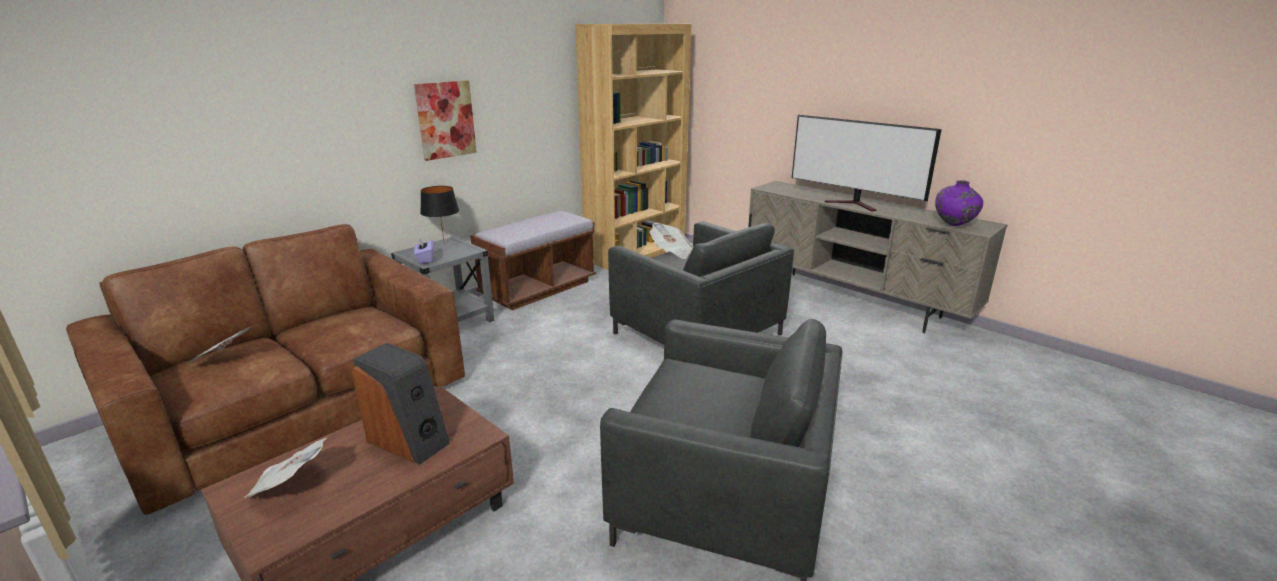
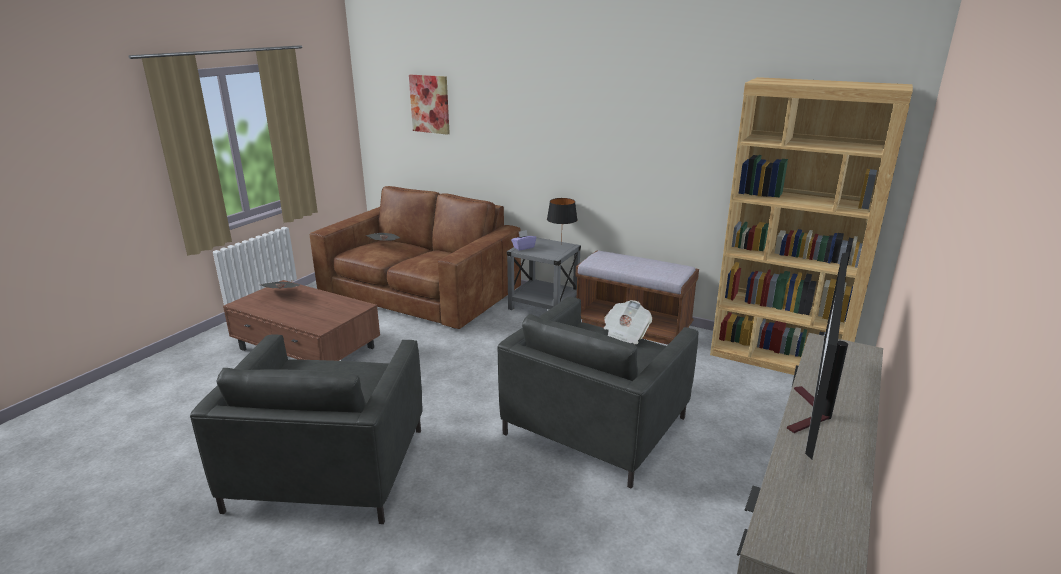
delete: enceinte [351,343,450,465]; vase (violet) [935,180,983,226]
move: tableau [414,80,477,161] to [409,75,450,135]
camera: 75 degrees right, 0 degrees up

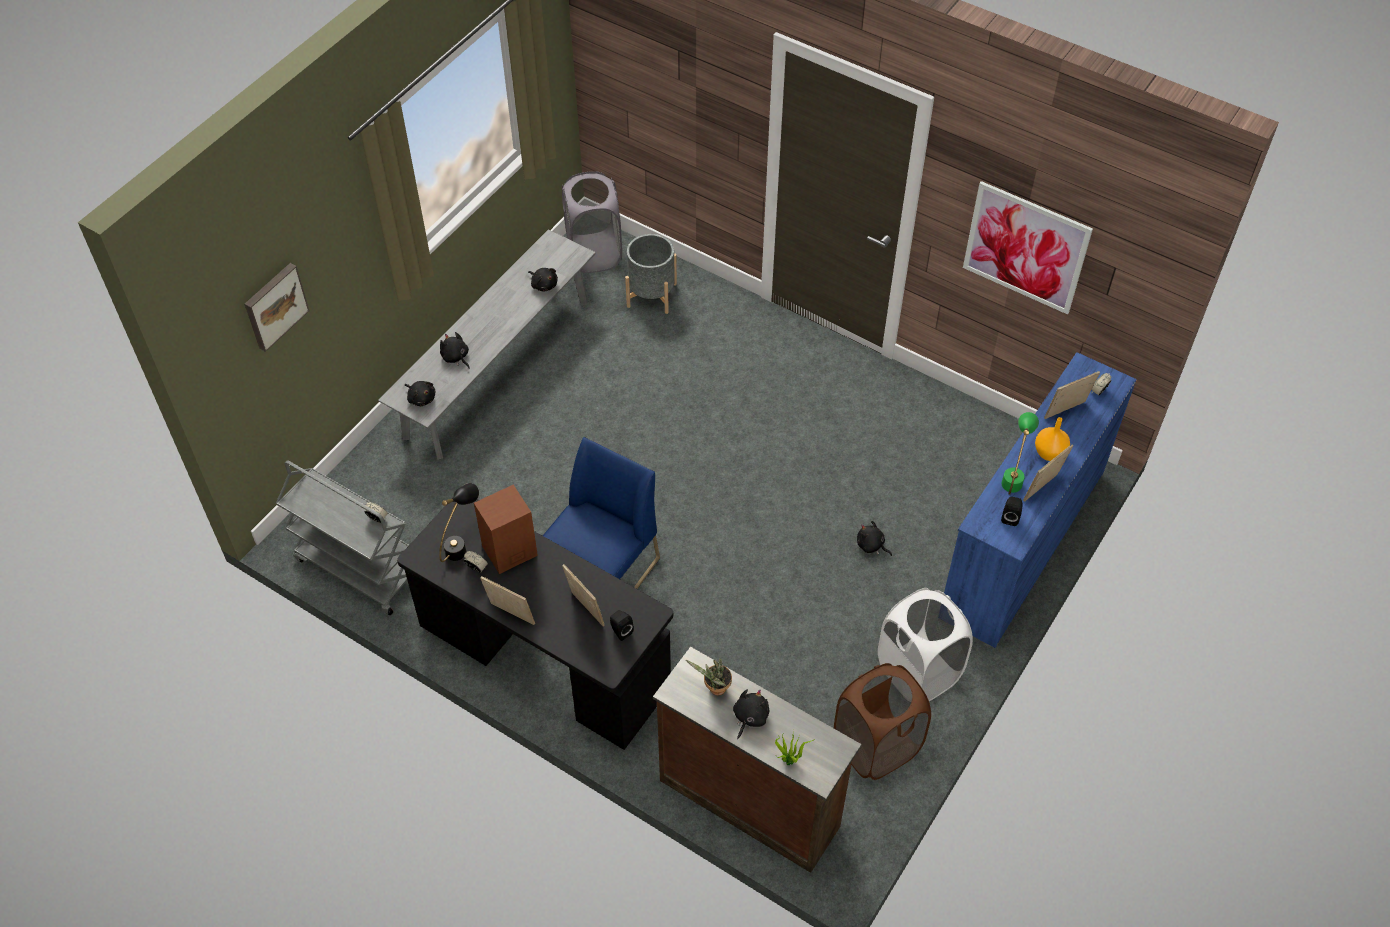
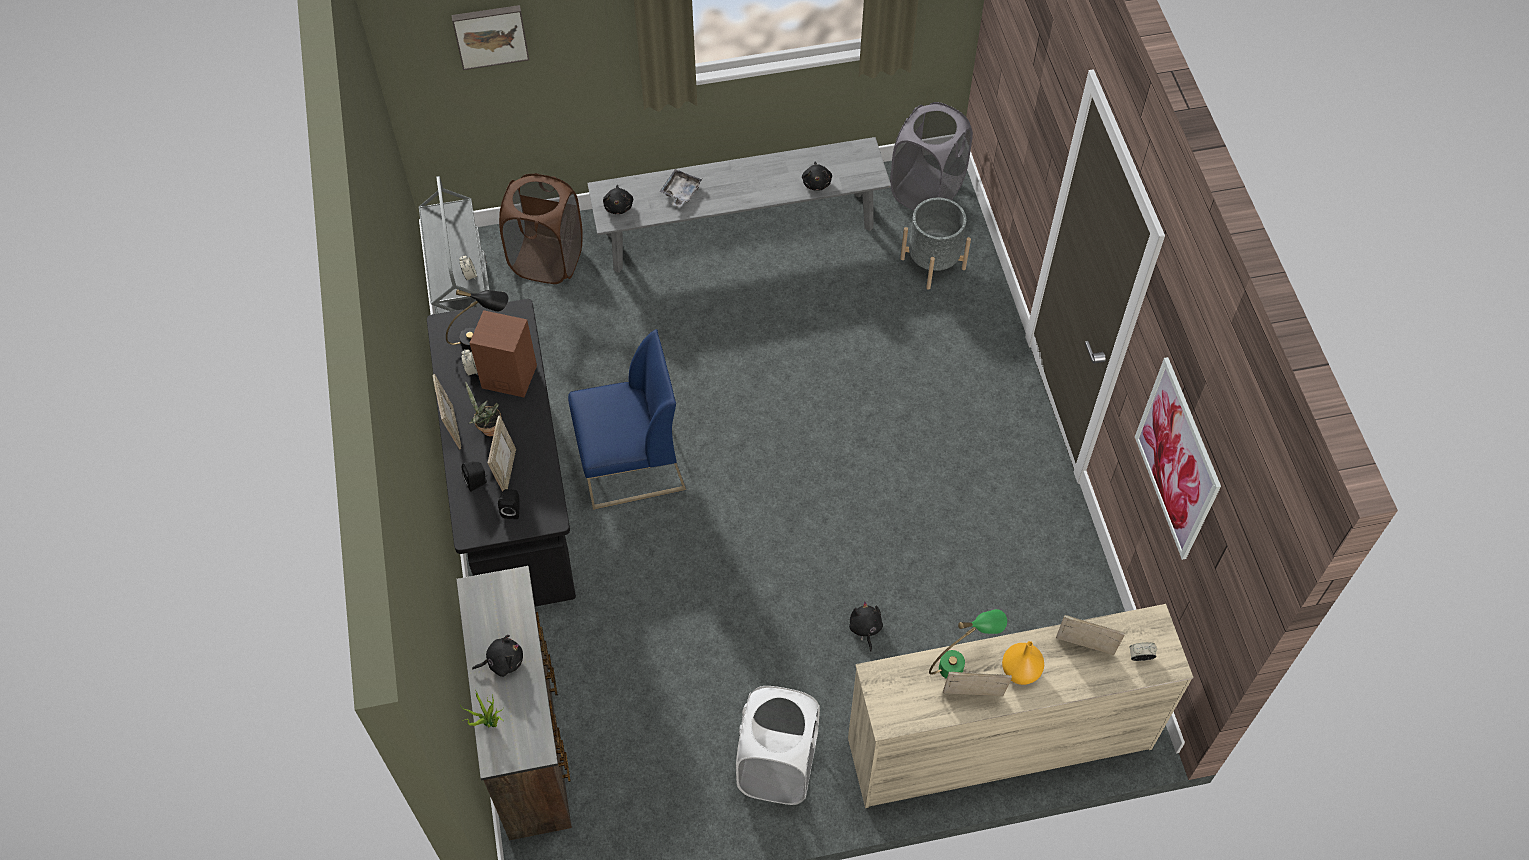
move: enceinte (noir) [1001,496,1023,526] to [462,462,487,492]; plante en pot [686,658,732,695] to [465,382,502,436]; panier à linge (marron) [834,663,931,780] to [499,173,583,284]
replace: peluche (noir) [440,332,470,369] to plateau (gris) [660,169,702,208]
recolor: commode (bleu) [944,352,1137,648] to commode (beige) [848,604,1193,808]
camera: 45 degrees right, 5 degrees up

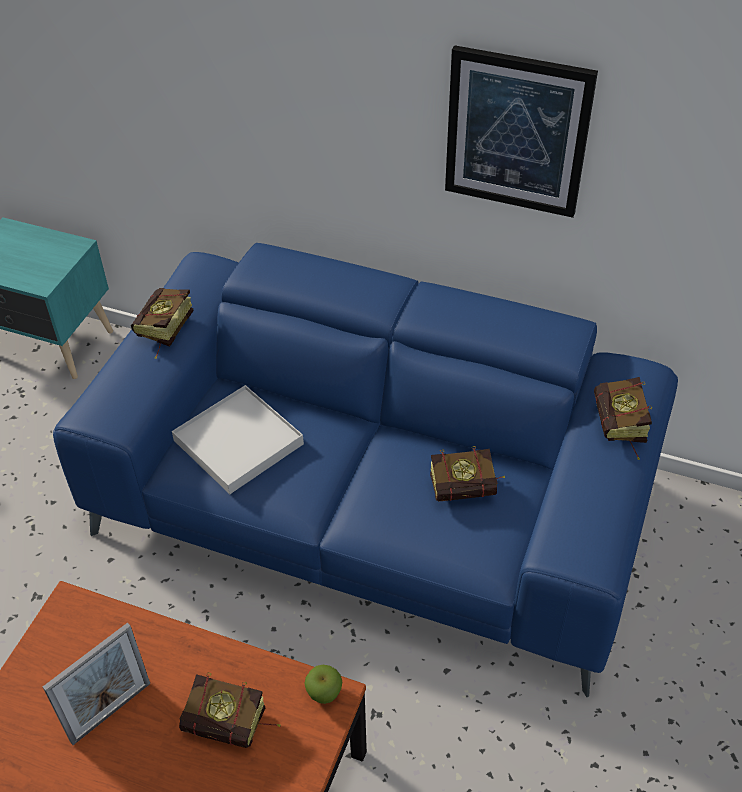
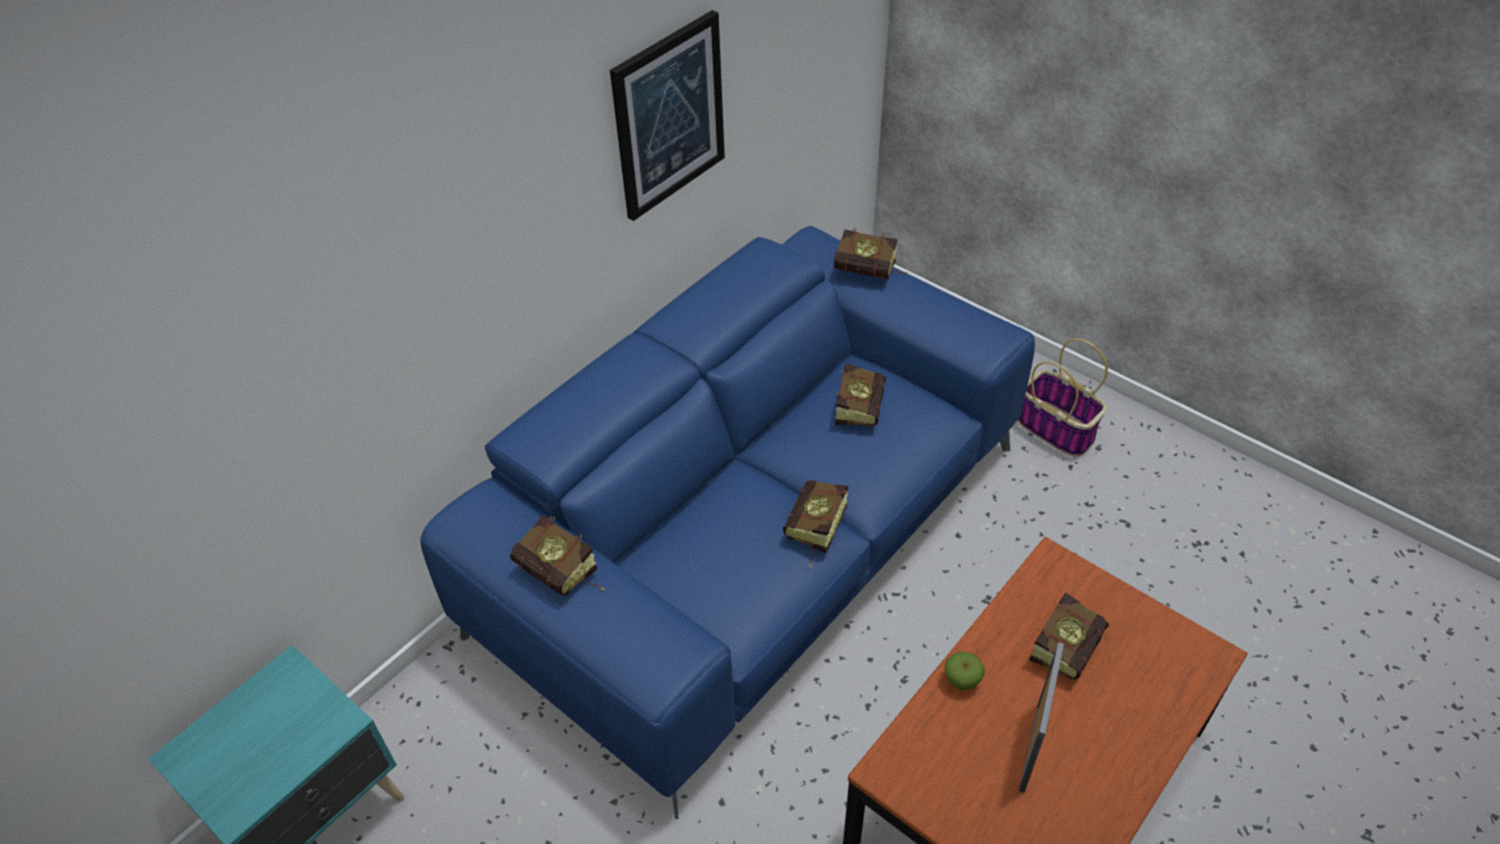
delete: plateau (blanc) [172,385,304,494]
insert: livre [783,480,848,568]; panier [1017,338,1108,457]
move: pomme [304,665,342,704] to [945,652,985,691]
rotate: cadre photo [43,623,150,745] = [1019,642,1064,793] 45 degrees clockwise
camera: 70 degrees left, 0 degrees up

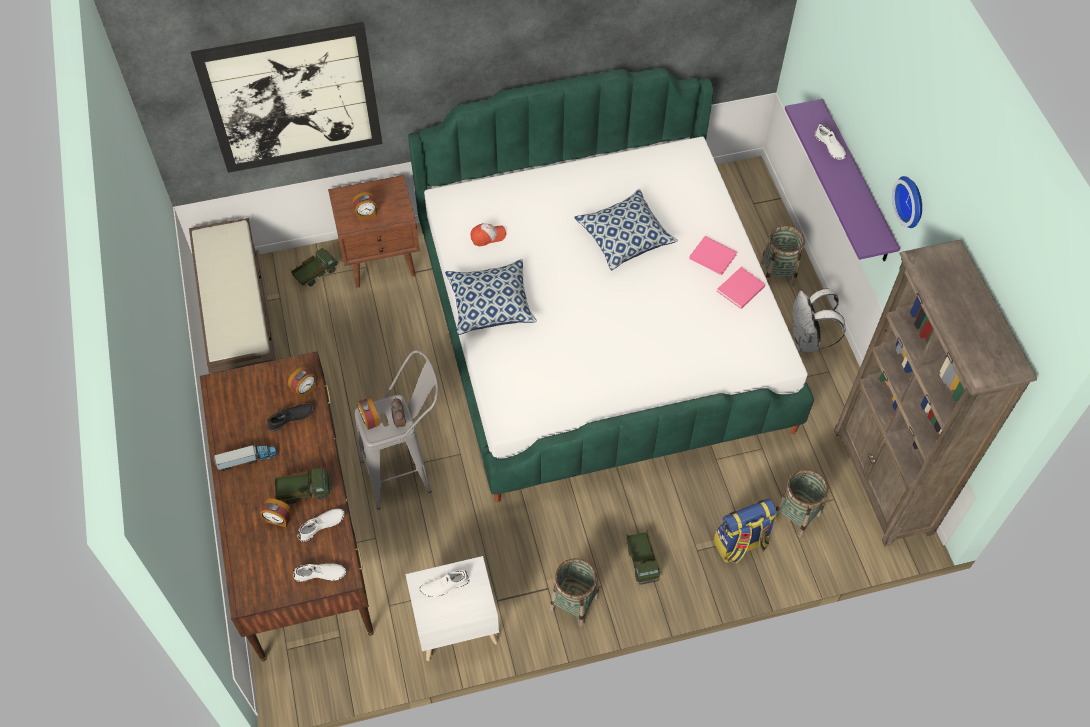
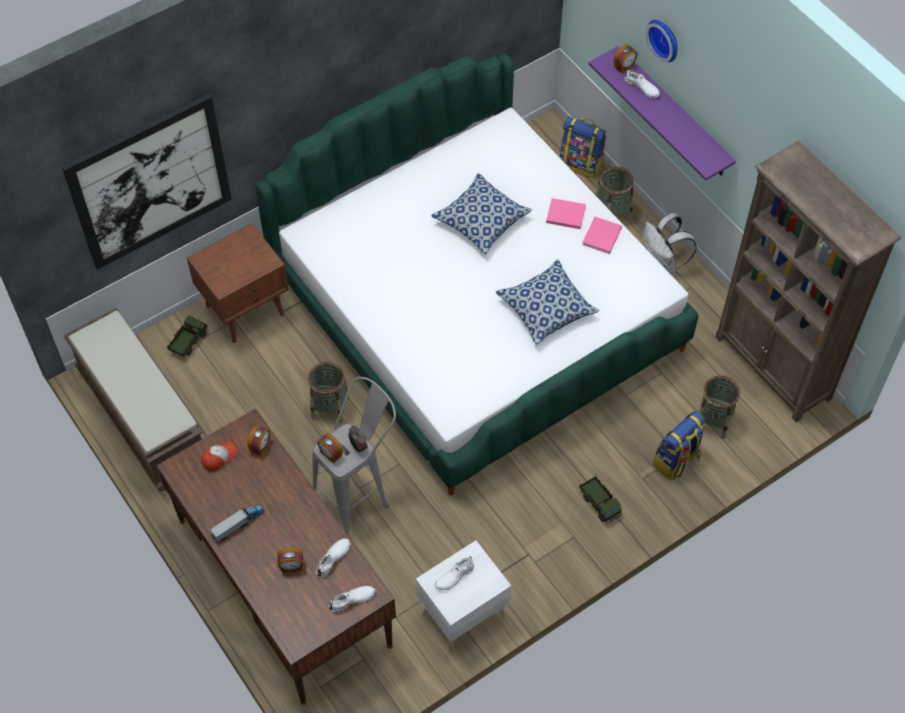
delete: chaussure (noir) [267,404,313,431]; camion jouet [274,467,332,504]
insert: sac à dos [559,117,606,178]
move: casquette [470,223,506,246] to [201,441,238,471]; panier [550,558,599,627] to [308,362,349,423]; coussin [445,259,537,335] to [496,259,599,345]; réveil [352,192,377,220] to [614,44,638,73]; horloge murale [892,176,922,228] to [646,20,677,62]
camera: 20 degrees left, 0 degrees up

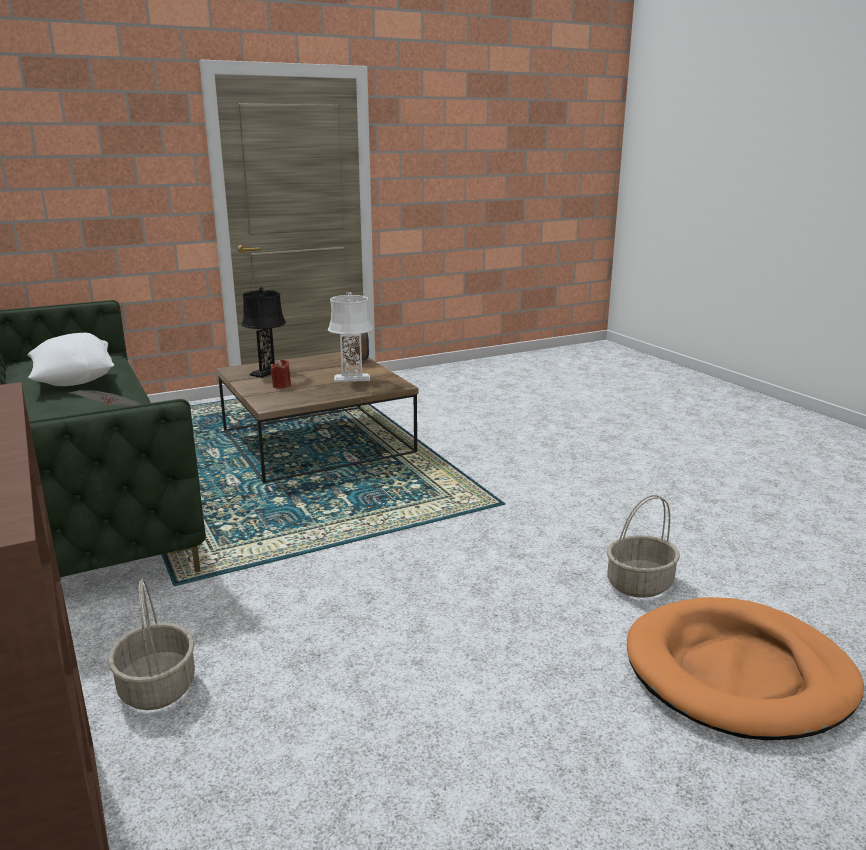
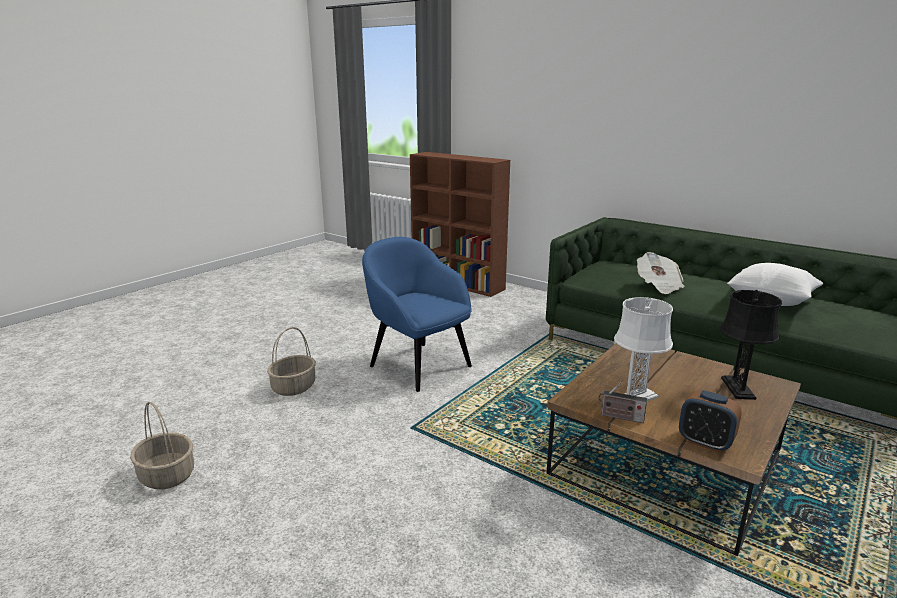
delete: bougie (rouge) [271,360,291,388]; panier pour chien (orange) [627,597,864,740]
insert: fauteuil (bleu) [362,237,472,392]; radio [599,383,647,423]
move: panier [108,579,195,710] to [130,402,194,489]
camera: 155 degrees right, 0 degrees up

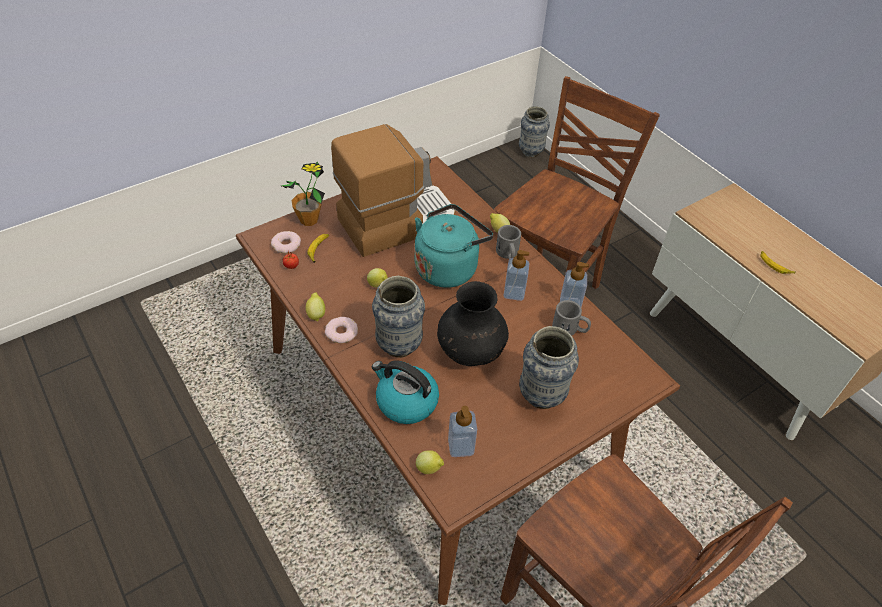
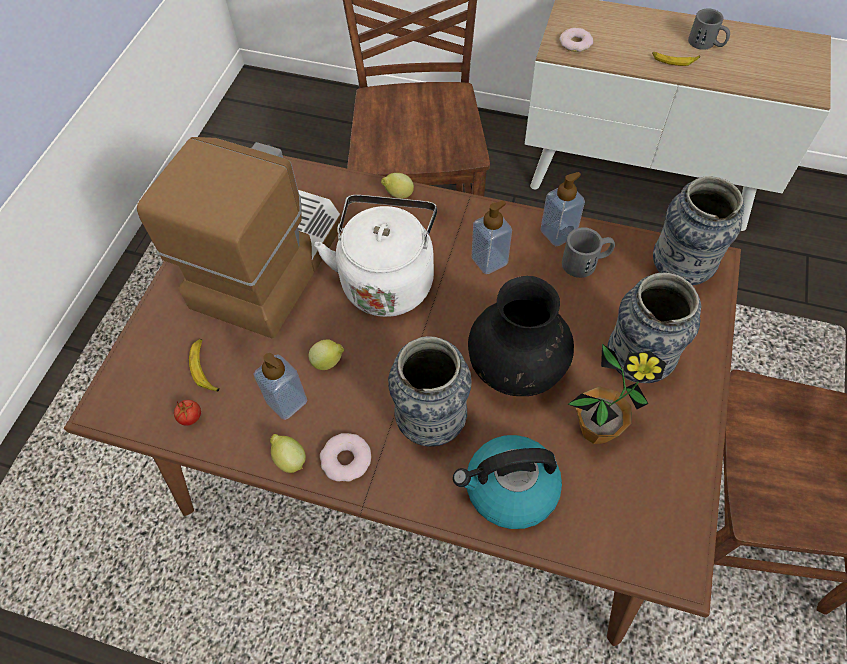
delete: citron [416,450,444,474]
move: distributeur de savon [448,406,477,457] to [253,353,308,420]; beignet [271,231,301,253] to [559,28,593,52]; plante en pot [281,162,325,226] to [568,344,666,444]; vase [519,106,550,157] to [653,176,744,285]; mug (gris) [496,225,521,259] to [688,8,730,50]
recolor: bouilloire (turquoise) [415,204,493,288] to bouilloire (blanc) [314,195,437,317]
camera: 35 degrees left, 10 degrees up

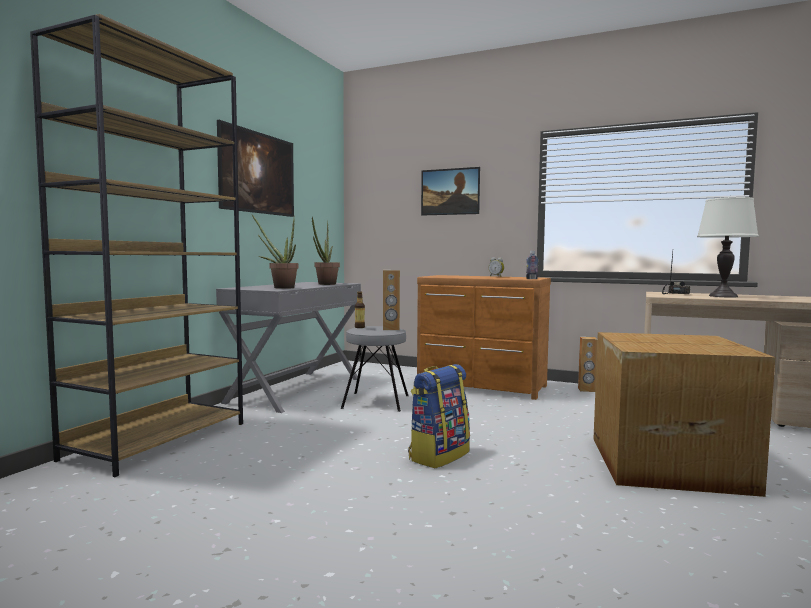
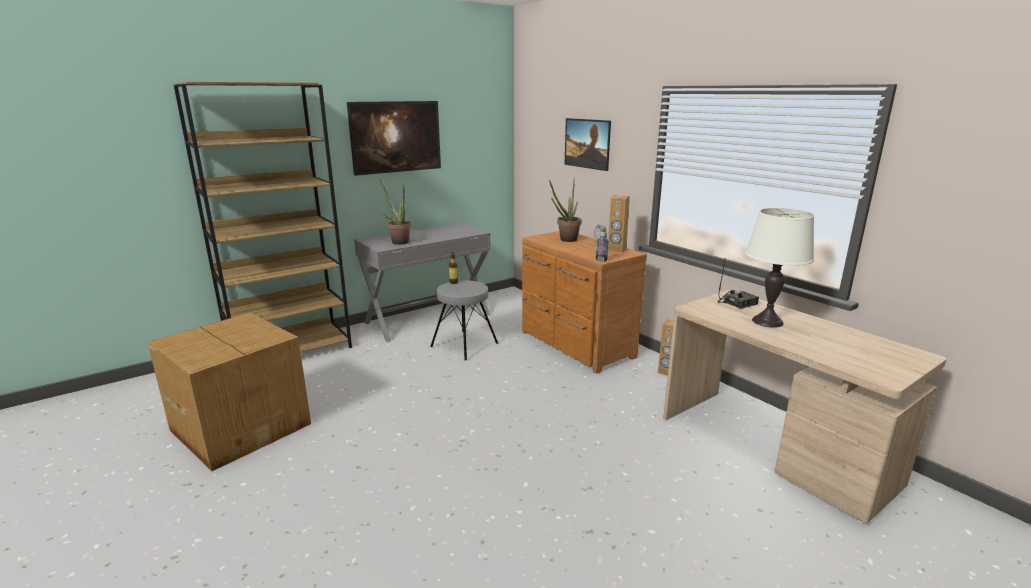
delete: sac à dos [408,364,470,468]
move: carton [593,332,775,497] to [147,312,311,471]; plante en pot [312,217,340,285] to [549,180,582,242]; enceinte (marron) [383,270,400,330] to [608,195,630,253]
camera: 30 degrees right, 15 degrees up

